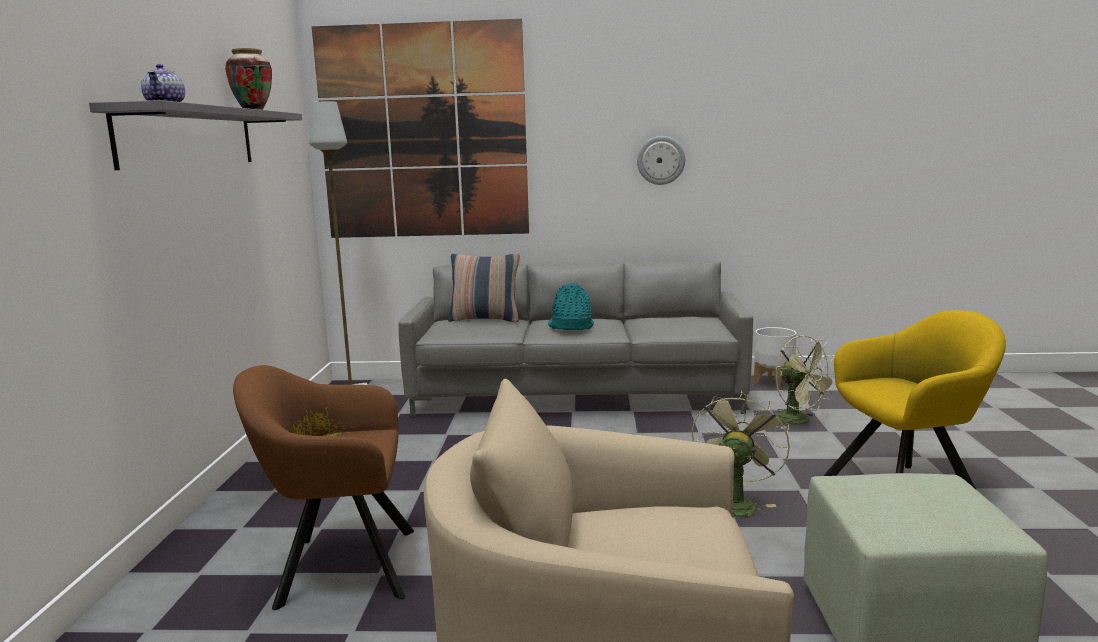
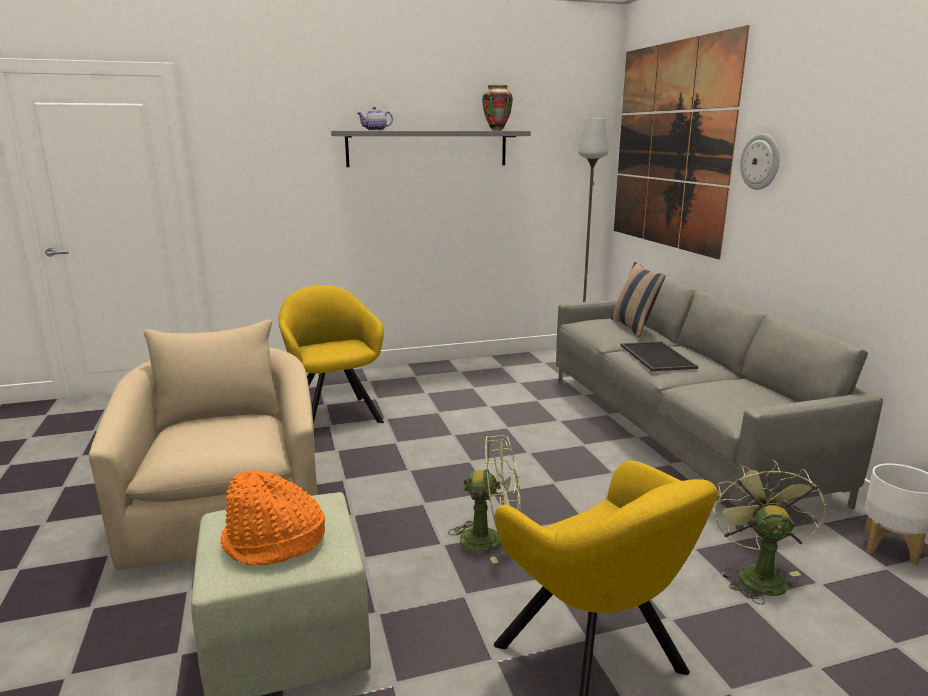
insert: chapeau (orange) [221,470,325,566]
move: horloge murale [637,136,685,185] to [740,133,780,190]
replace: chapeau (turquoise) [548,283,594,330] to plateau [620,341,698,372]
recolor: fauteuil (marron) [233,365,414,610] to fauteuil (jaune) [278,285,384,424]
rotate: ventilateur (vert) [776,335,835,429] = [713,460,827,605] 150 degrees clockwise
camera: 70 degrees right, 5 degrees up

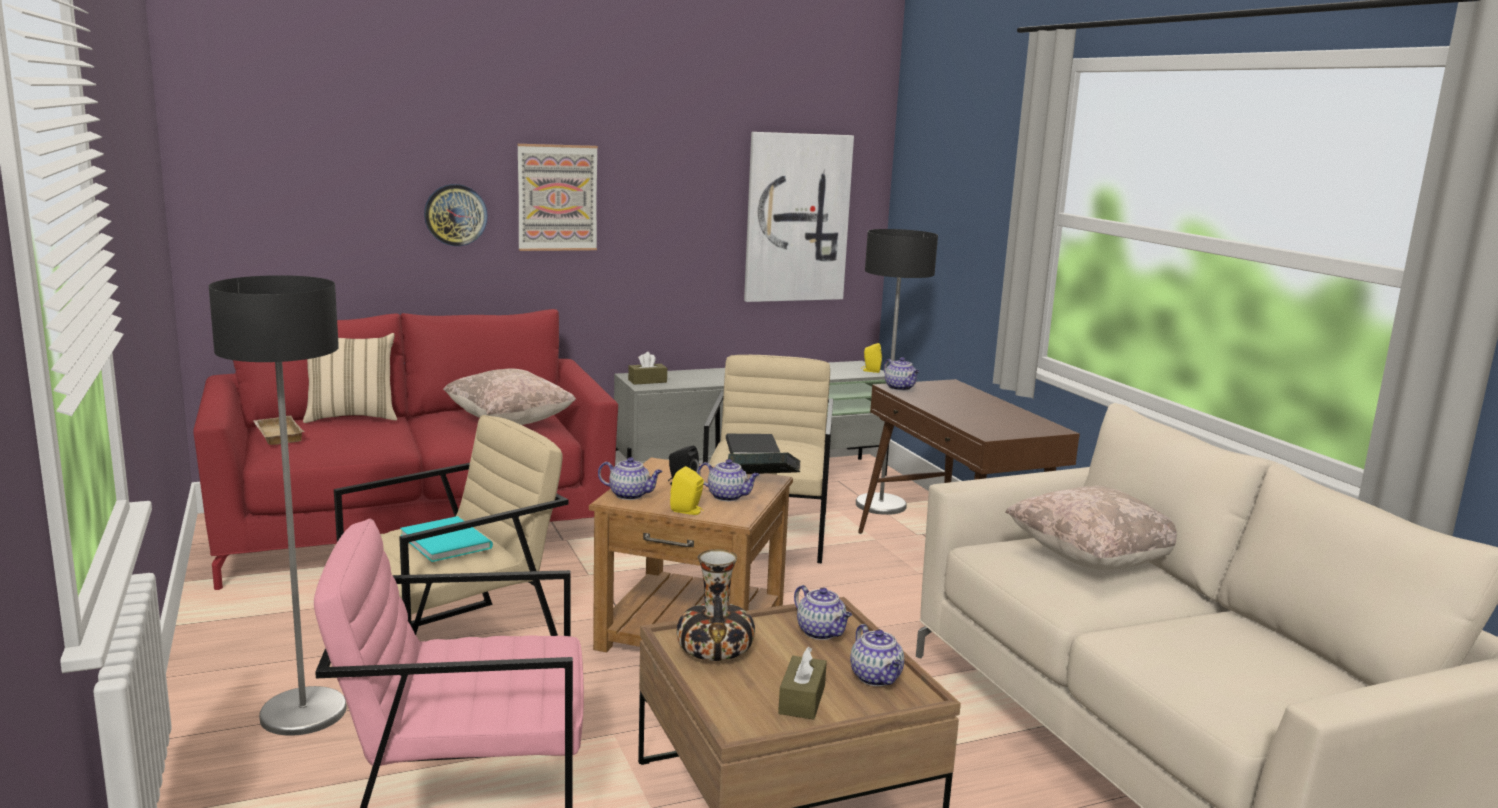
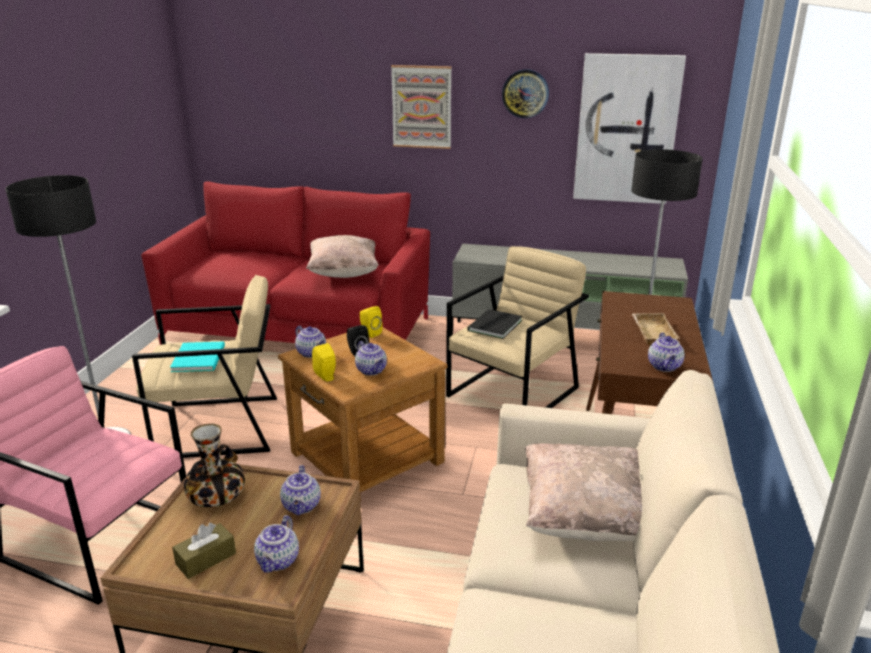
delete: coussin (beige) [303,333,397,423]; boîte à mouchoirs (marron) [628,352,667,385]; livre [728,453,800,474]
move: enceinte (jaune) [861,343,882,373] to [360,306,383,338]; horloge murale [424,184,488,246] to [502,69,549,118]; plateau (beige) [253,416,305,445] to [632,313,680,345]; théière [884,357,920,391] to [648,332,685,372]
camera: 35 degrees right, 10 degrees up

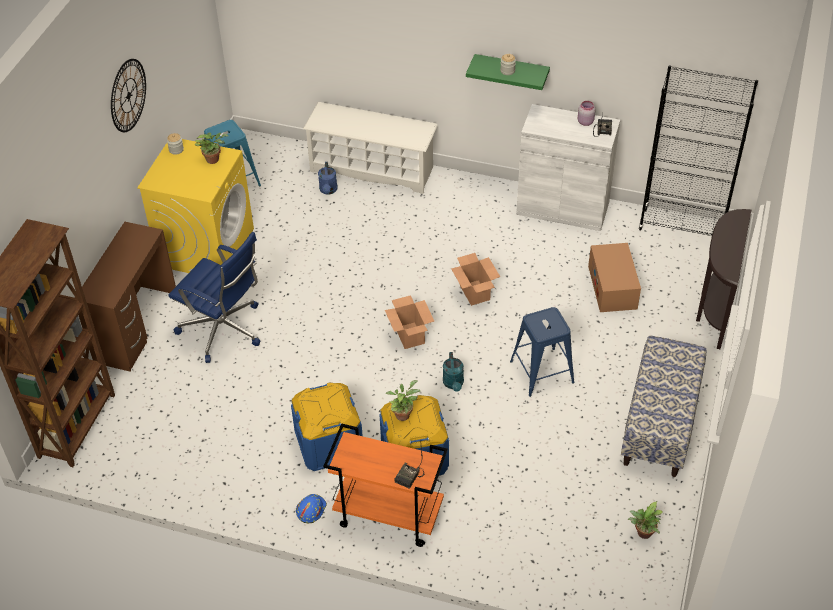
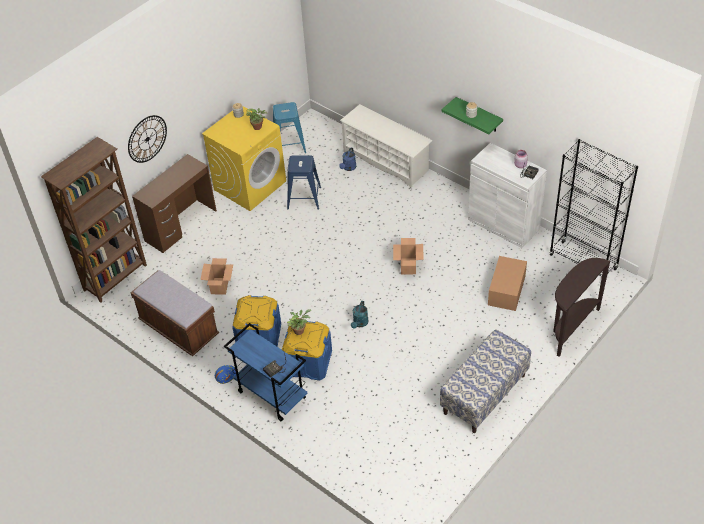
delete: chaise de bureau (bleu) [168,232,260,363]; plante en pot [628,501,663,539]
insert: banc (marron) [131,270,219,356]
move: horloge murale [111,59,146,132] to [128,115,167,163]; carton [385,295,434,349] to [200,258,233,295]; tabouret (bleu) [510,307,574,397] to [287,155,321,210]
recolor: chariot (orange) [323,423,448,547] to chariot (bleu) [224,323,307,422]
camera: 25 degrees right, 0 degrees up

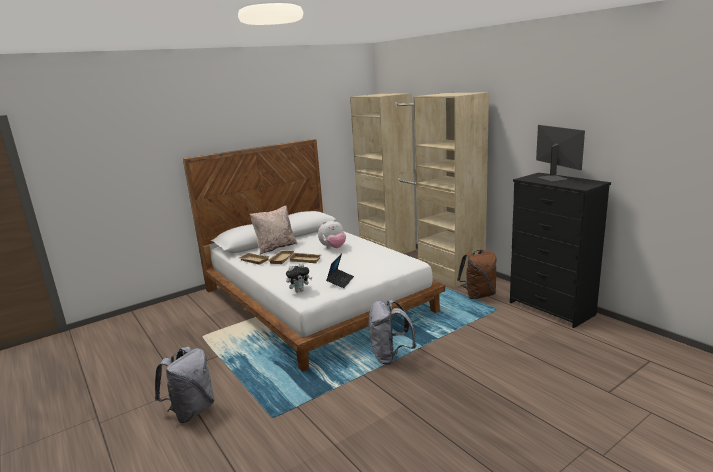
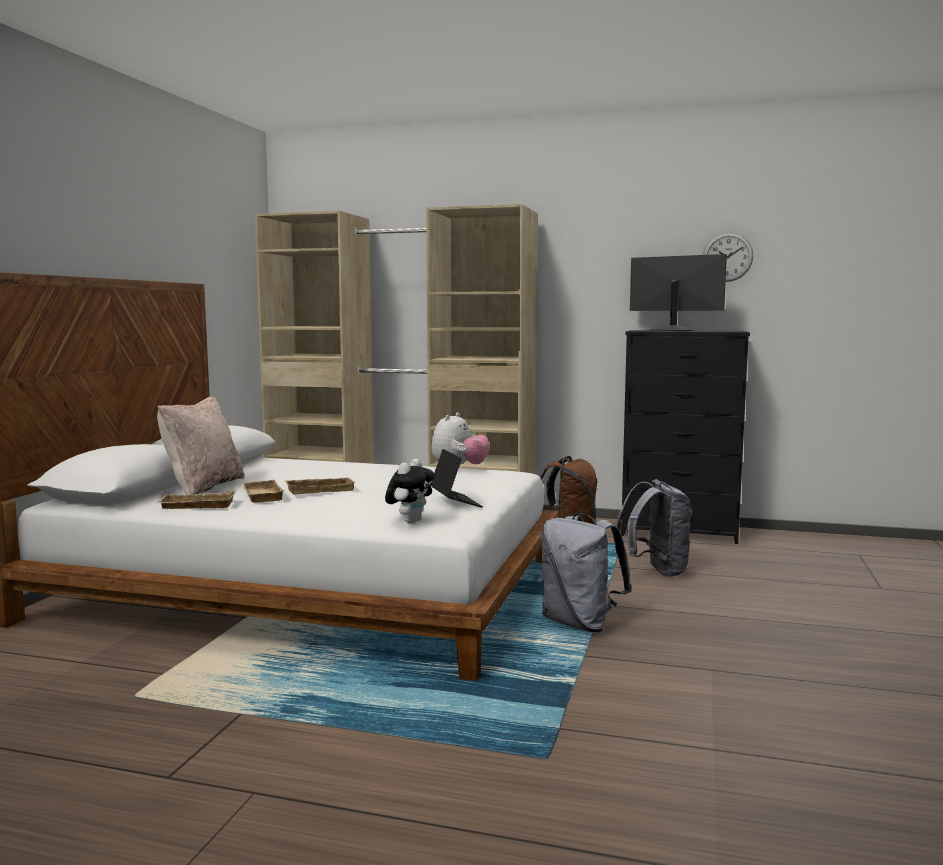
insert: horloge murale [703,232,753,282]
move: peluche [318,219,346,249] to [432,413,490,467]; sac à dos (gris) [155,347,215,423] to [617,479,692,577]
camera: 40 degrees left, 10 degrees down

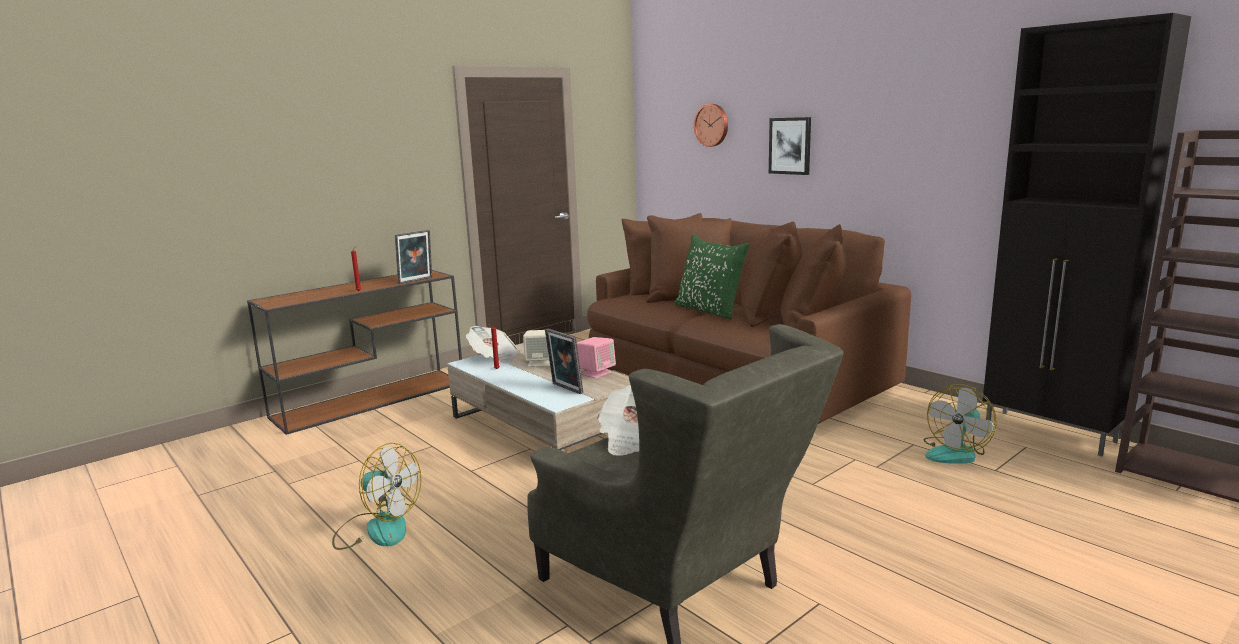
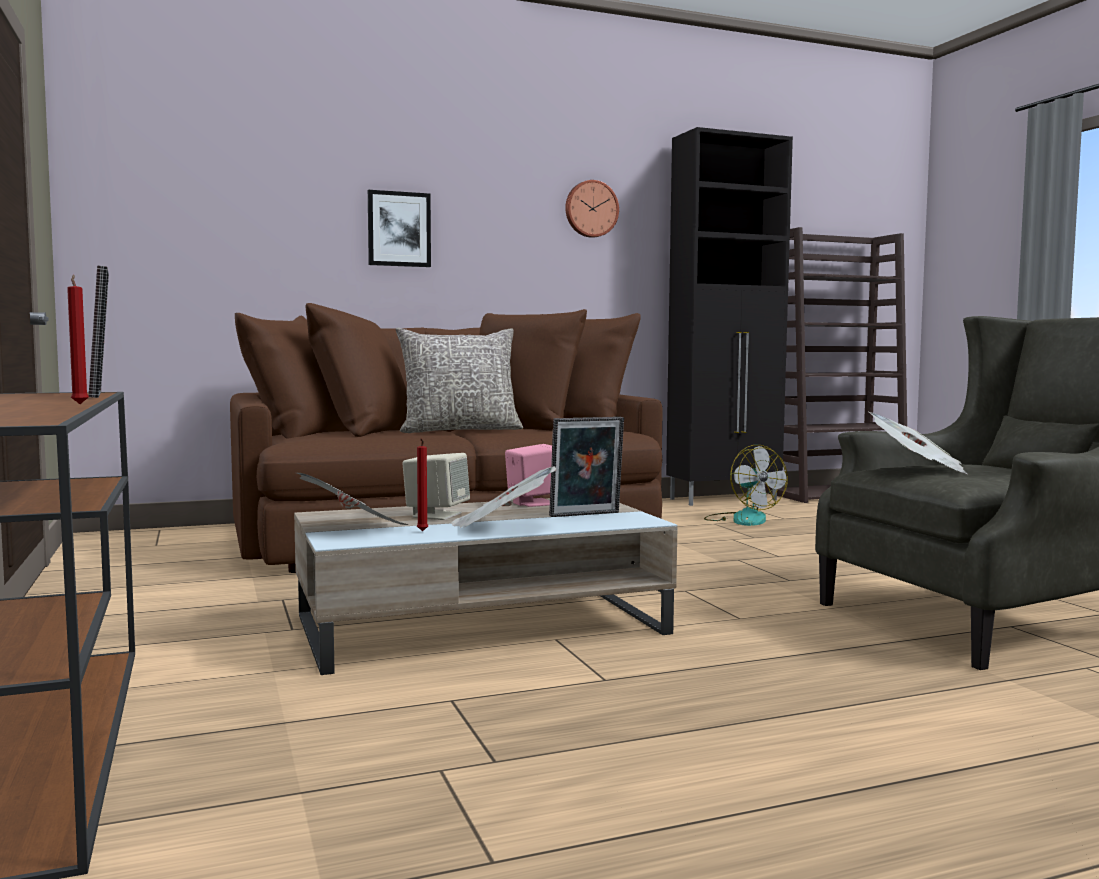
delete: ventilateur [332,443,422,550]
insert: journal [451,467,556,528]
move: horloge murale [694,104,728,147] to [565,180,619,238]
recolor: coussin (vert) [674,234,750,320] to coussin (gris) [396,328,523,433]
camera: 70 degrees left, 10 degrees down

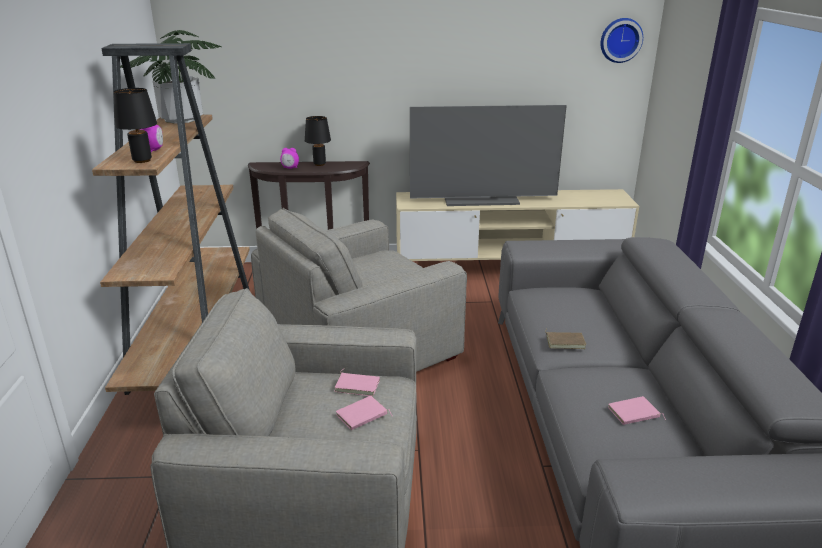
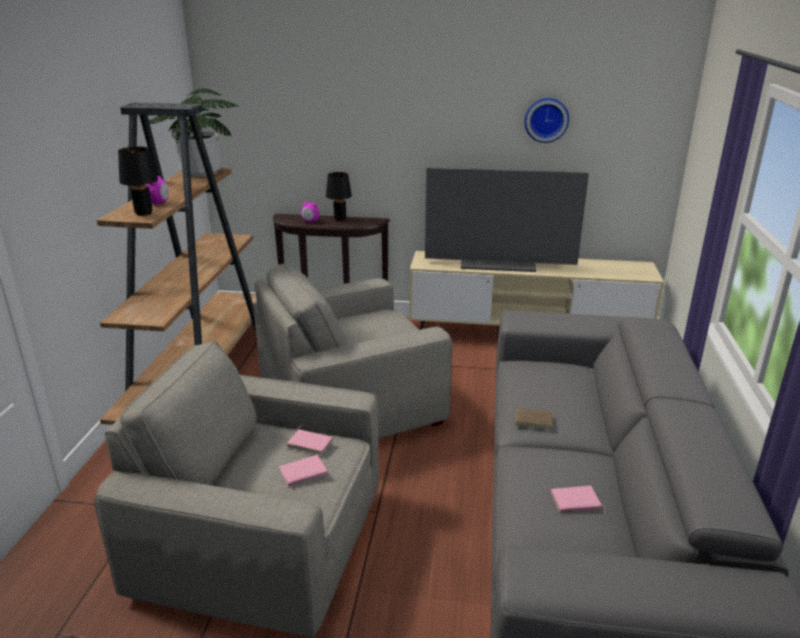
move: horloge murale [601,18,643,63] to [524,98,569,143]
camera: 10 degrees right, 0 degrees up

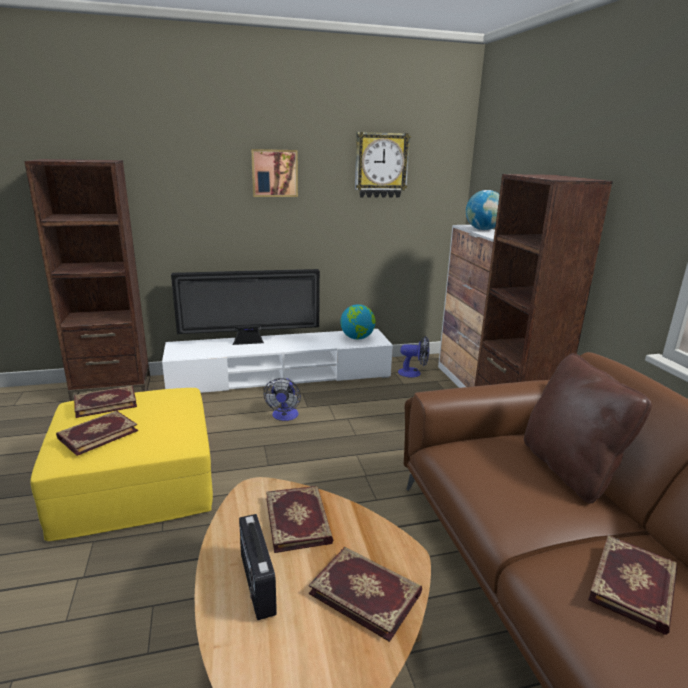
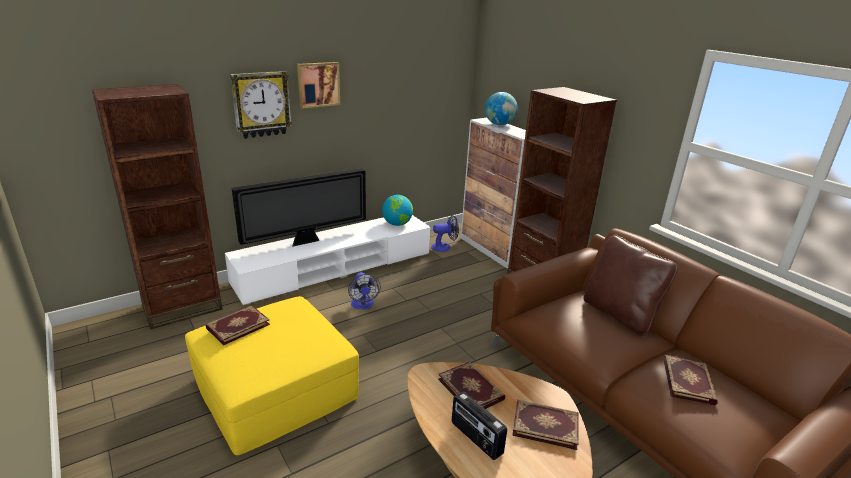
delete: livre [56,411,138,456]
move: horloge murale [355,132,411,198] to [230,71,292,139]
camera: 20 degrees left, 5 degrees up

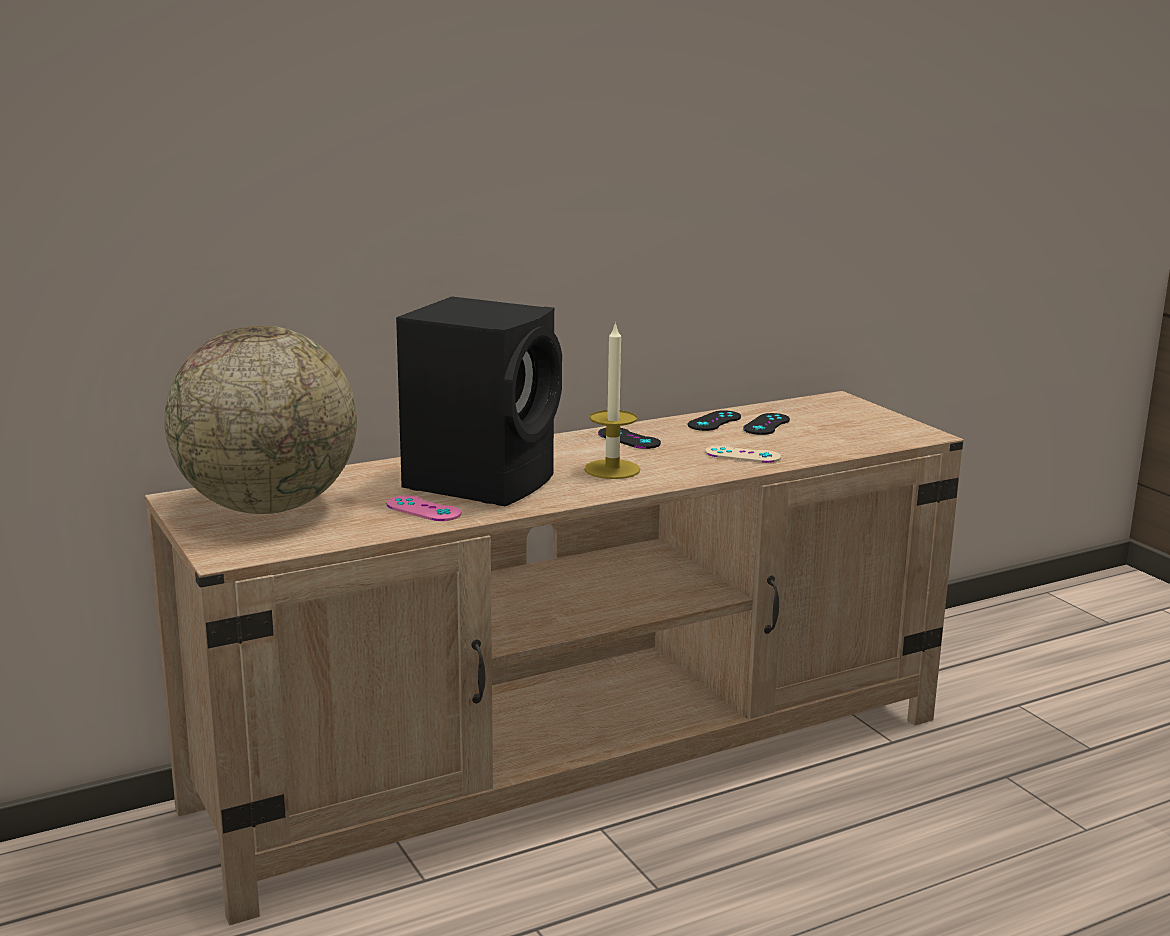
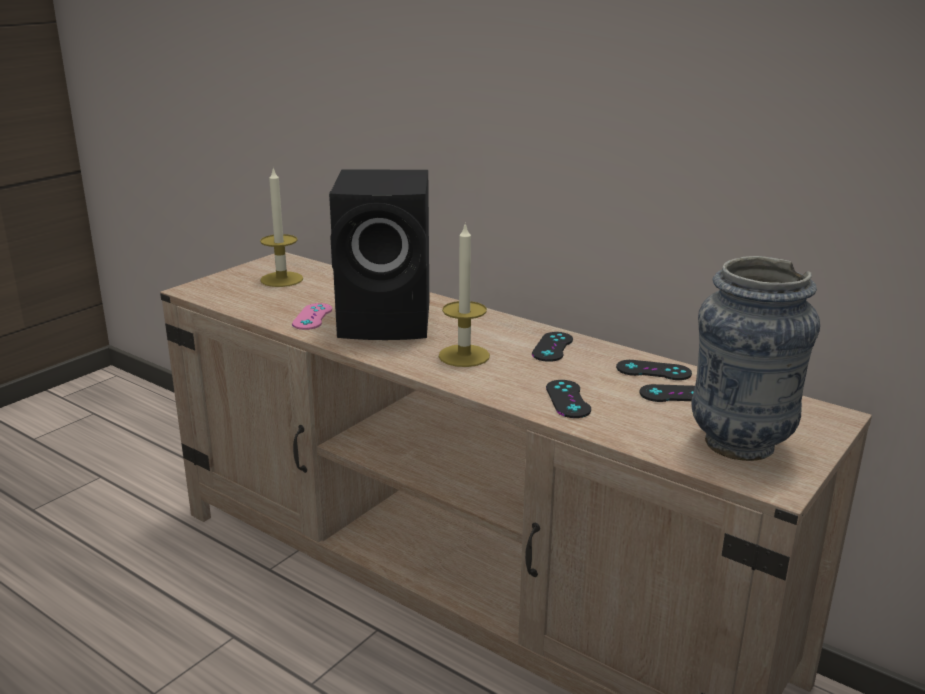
insert: vase [691,256,820,461]
replace: globe [164,326,357,514] to bougie [260,167,303,287]
recolor: manette (beige) [705,445,781,463] to manette (noir) [546,380,591,418]
camera: 65 degrees right, 5 degrees up

